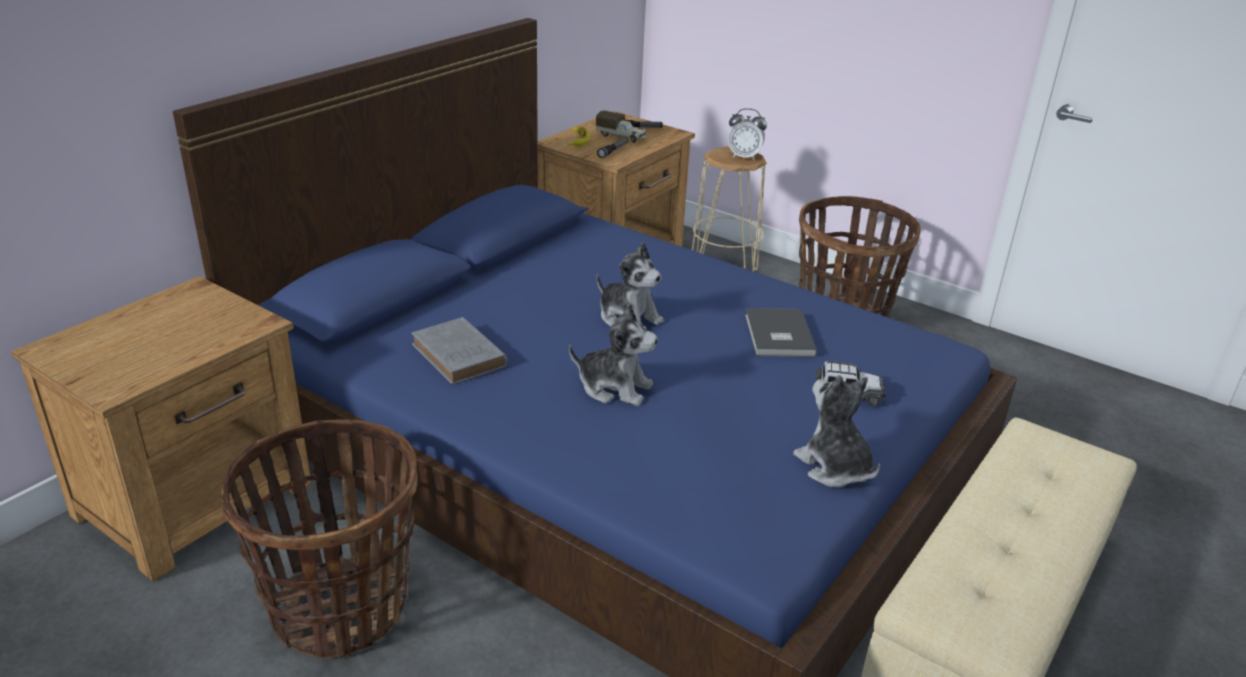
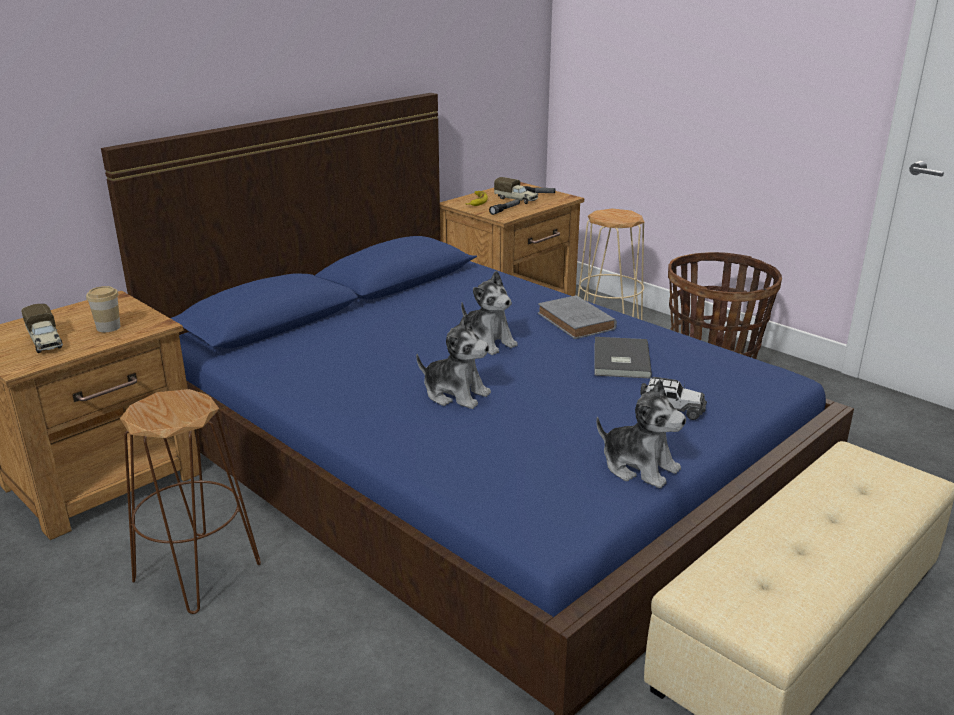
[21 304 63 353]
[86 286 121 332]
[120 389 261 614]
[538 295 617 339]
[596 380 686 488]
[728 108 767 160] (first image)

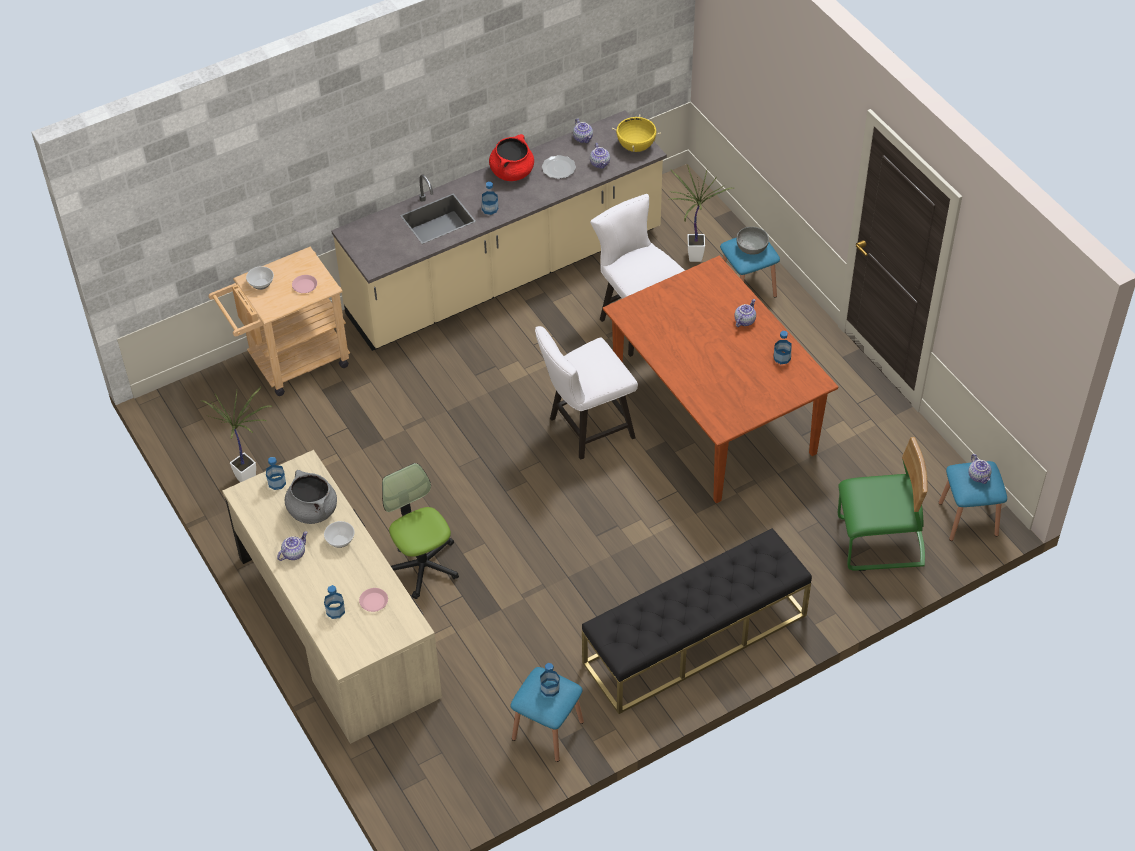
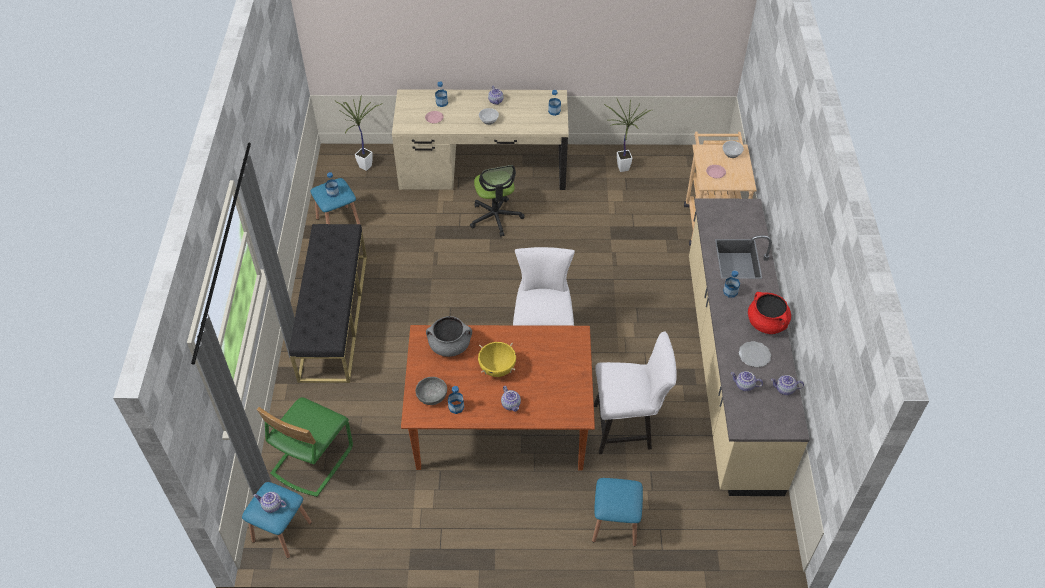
[335 95 381 171]
[415 377 447 405]
[426 316 472 357]
[470 165 525 237]
[478 342 516 377]

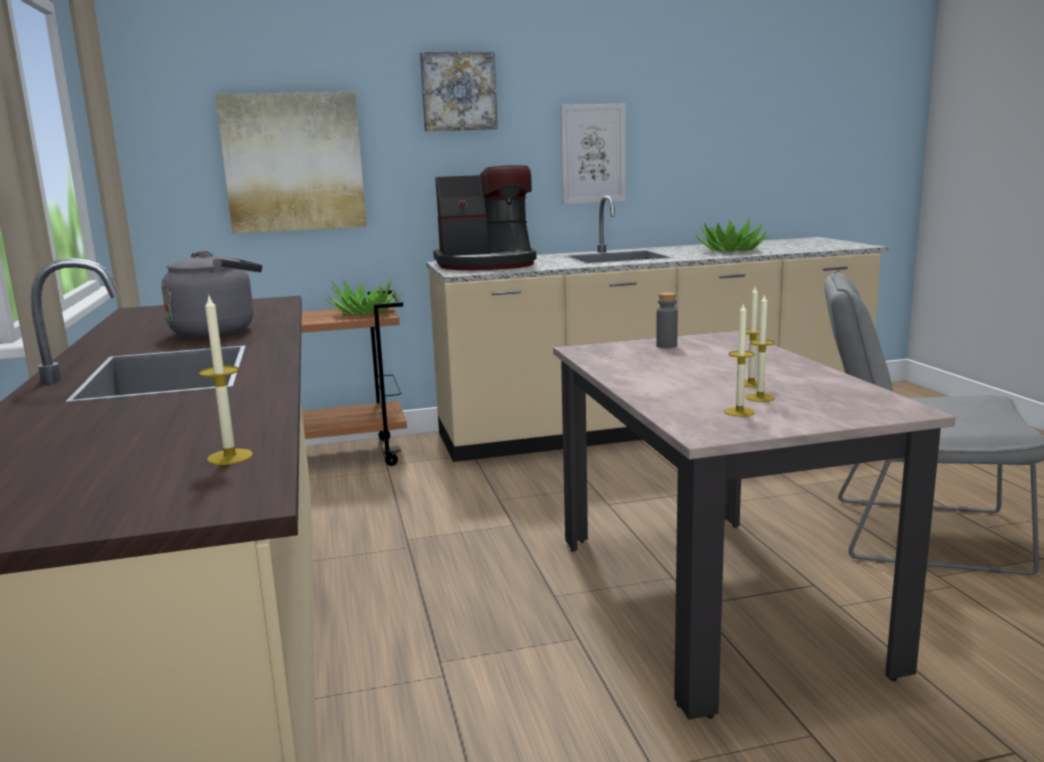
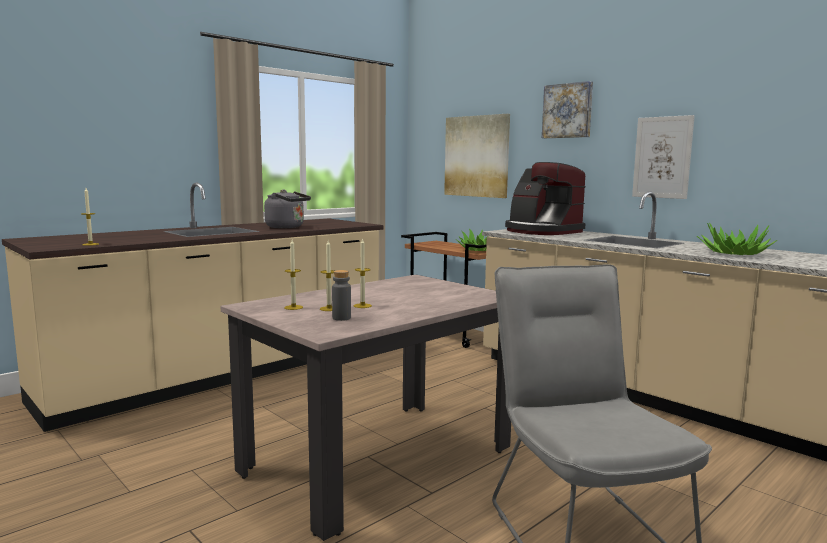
[332 270 351 321]

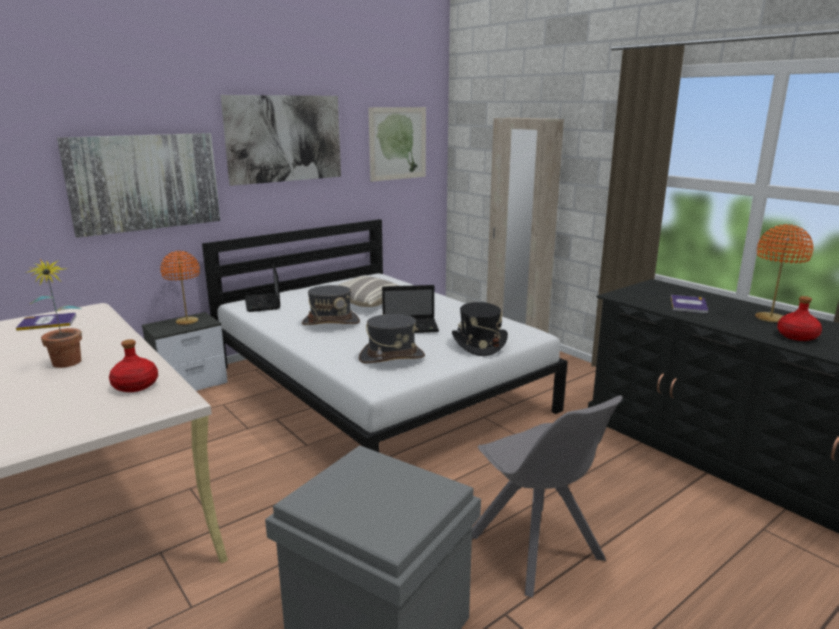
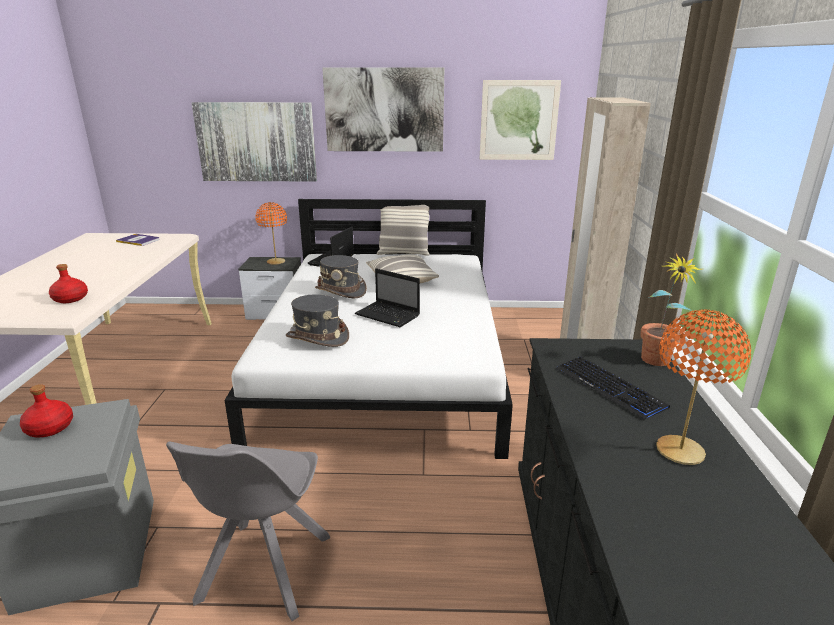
[20 384 73 437]
[377 205 430 256]
[556 356 670 420]
[640 253 702 366]
[452 302 508 356] (first image)

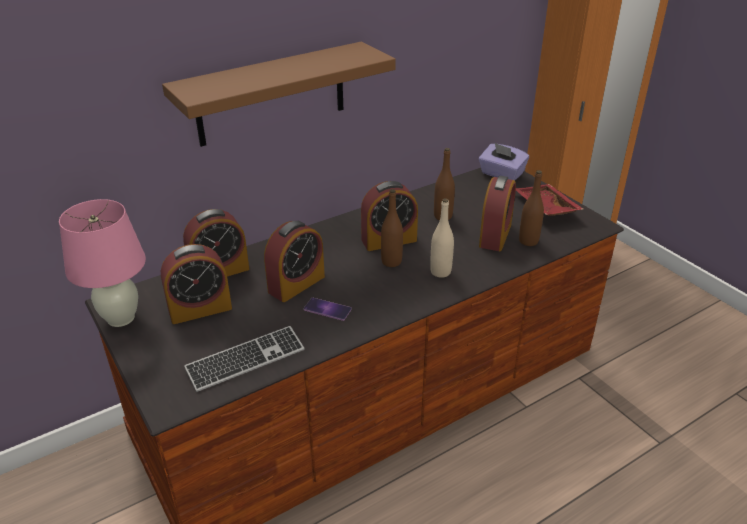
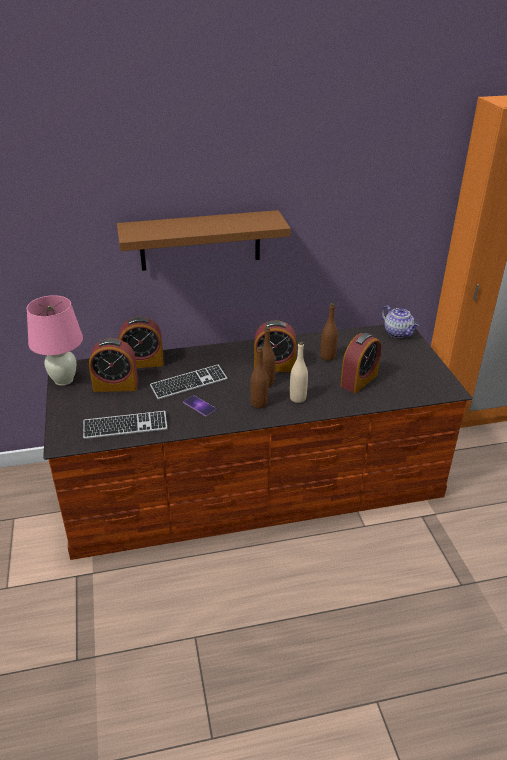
[150 365 227 399]
[251 347 269 408]
[381 305 419 338]
[516 184 583 216] (first image)

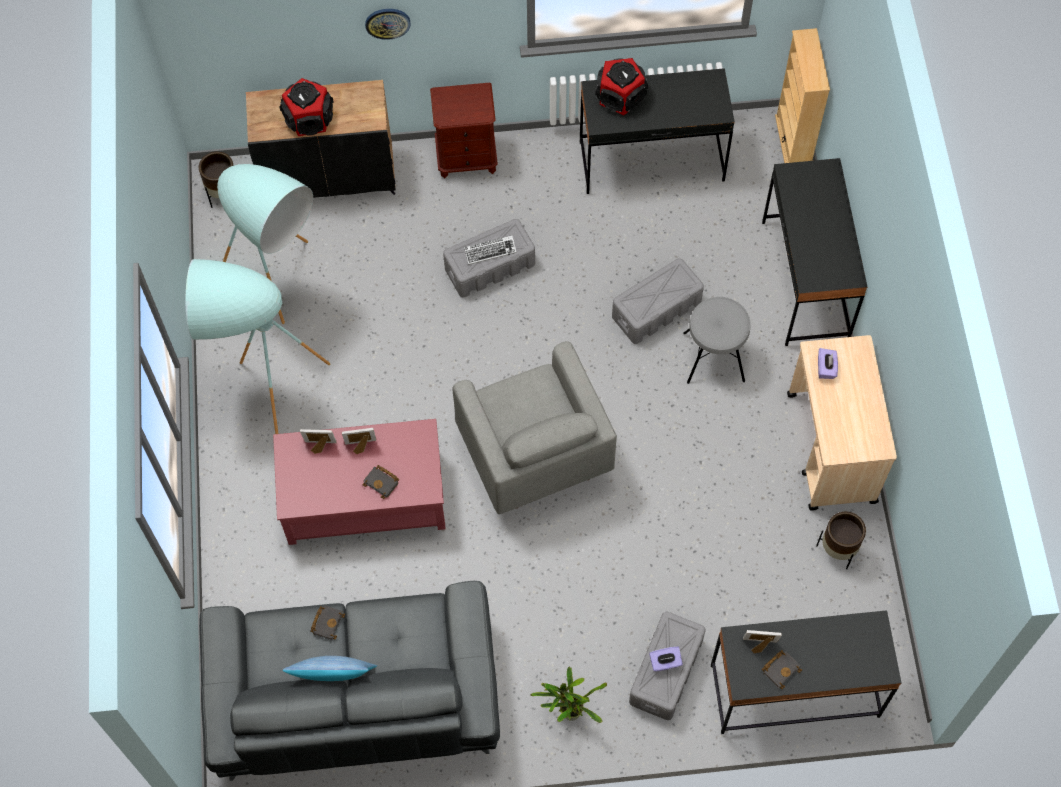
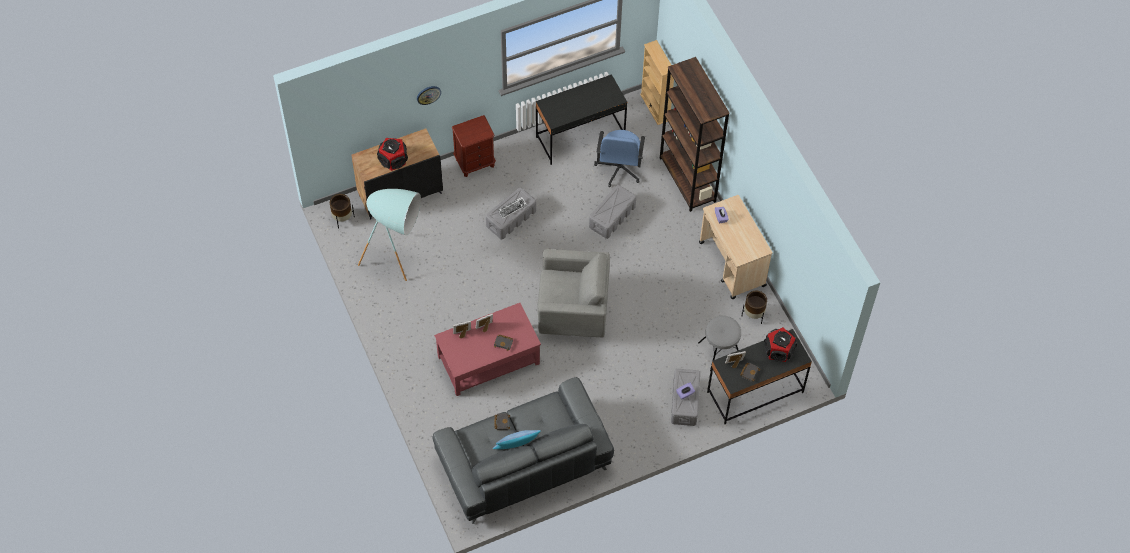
[537 249 610 337]
[594 130 645 187]
[660 57 730 212]
[698 316 741 371]
[764 327 797 362]
[186 259 330 434] (first image)
[531 667 607 723] (first image)

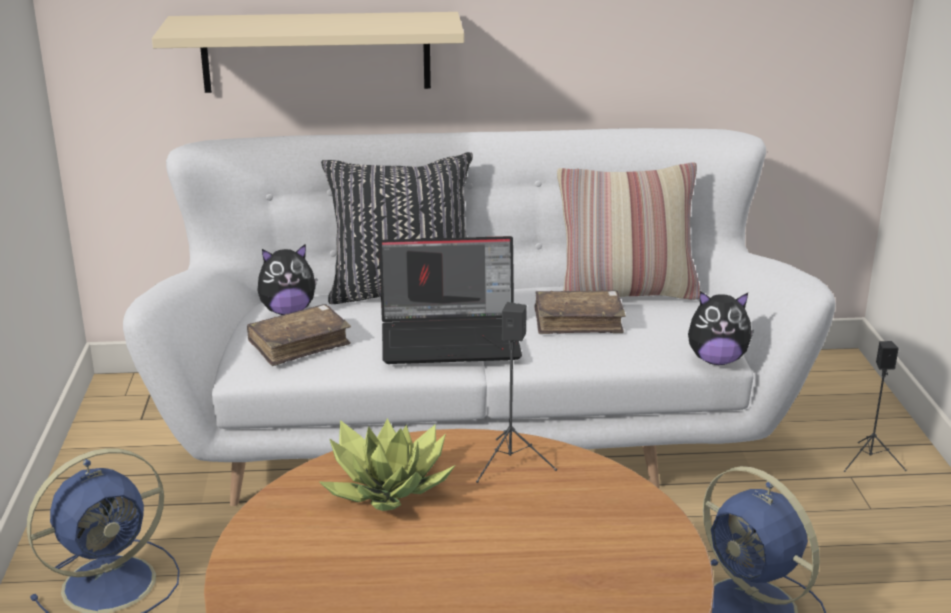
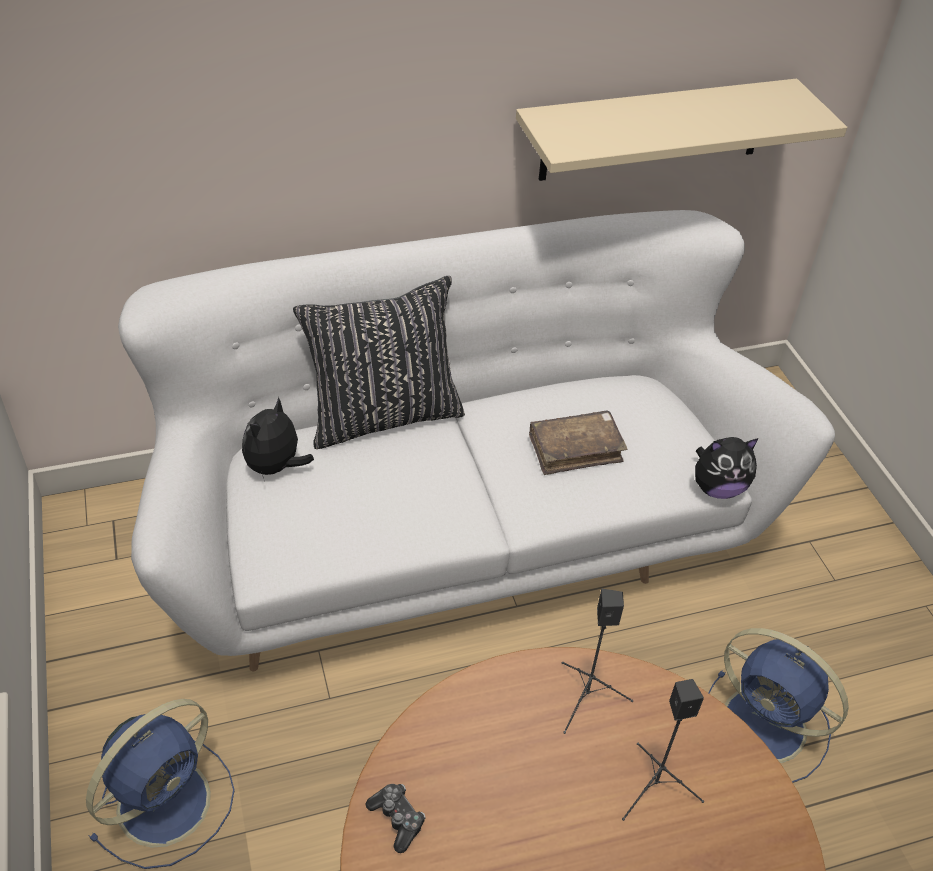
[242 397 314 481]
[365 784 426 853]
[516 79 847 181]
[622 679 704 821]
[247 304 351 366] (first image)
[319 418 456 511] (first image)
[379 236 522 364] (first image)
[557 162 700 300] (first image)

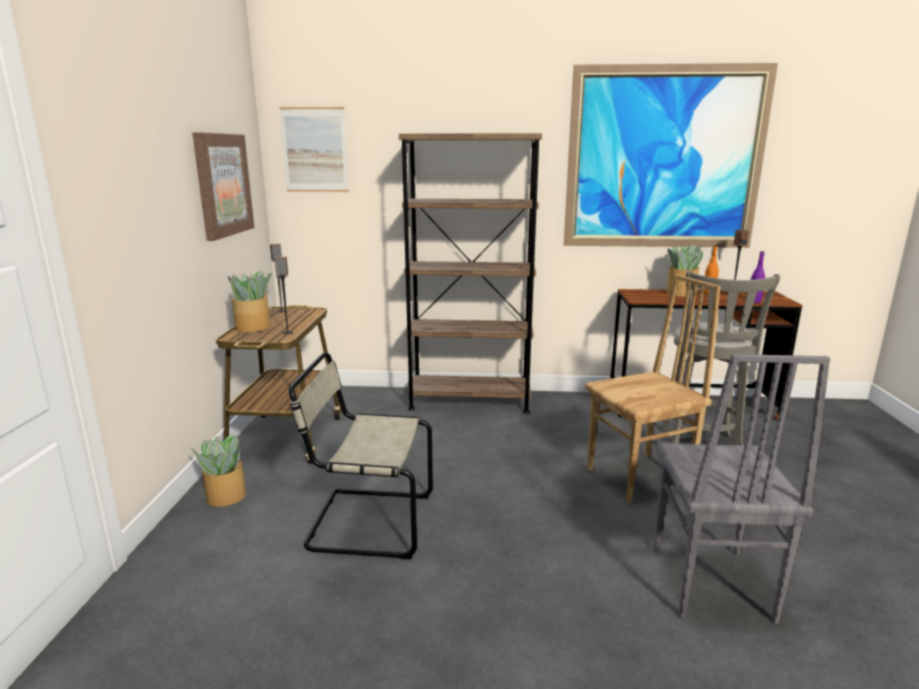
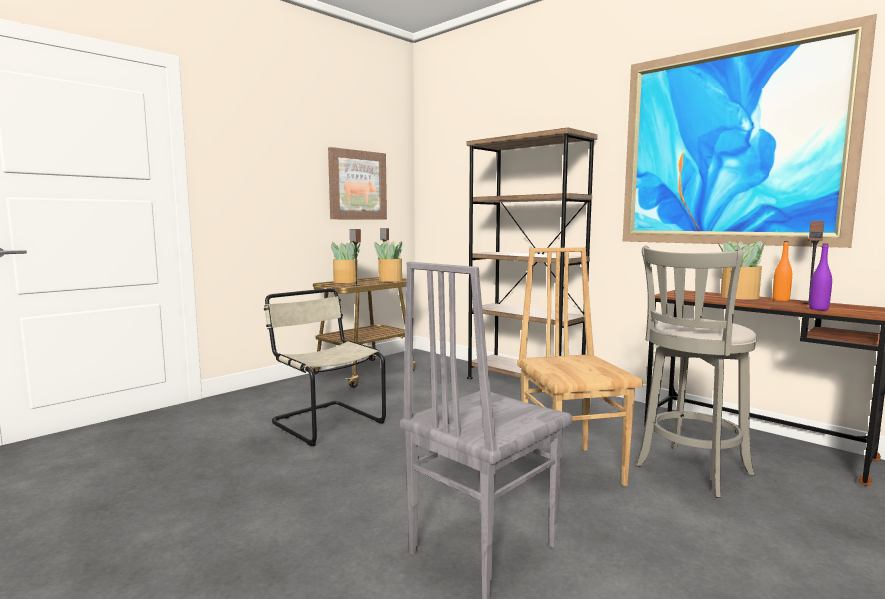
[374 241 404 282]
[517 247 643 486]
[279 107 349 192] (first image)

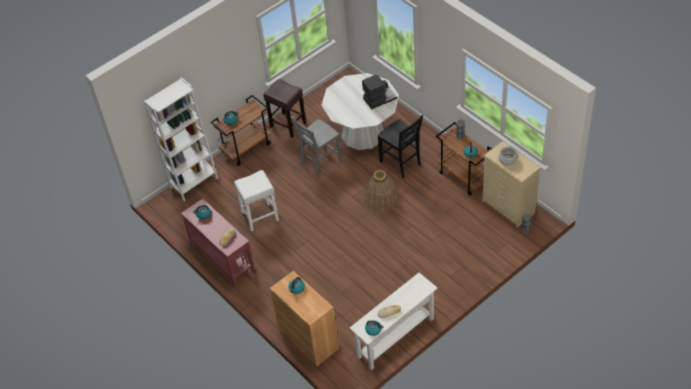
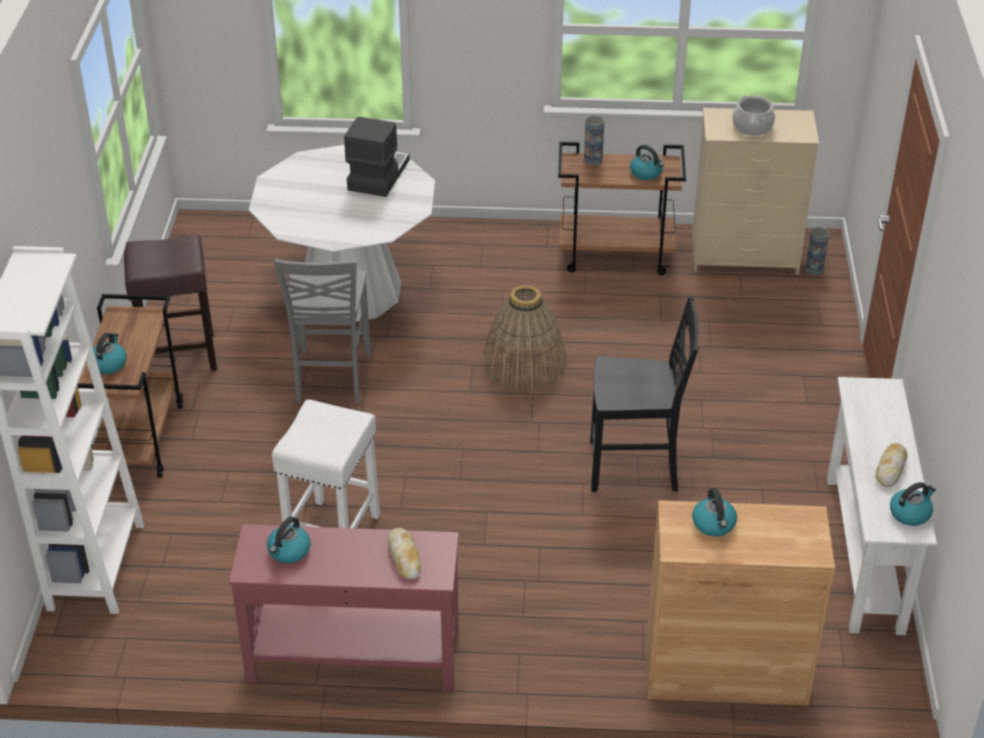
[590 297 699 492]

